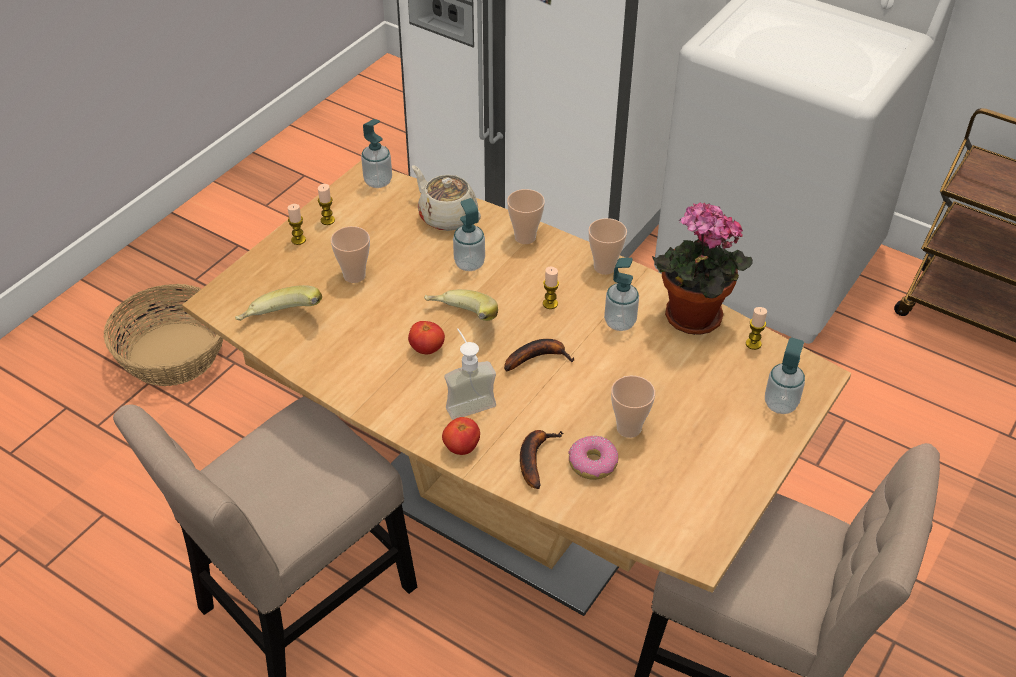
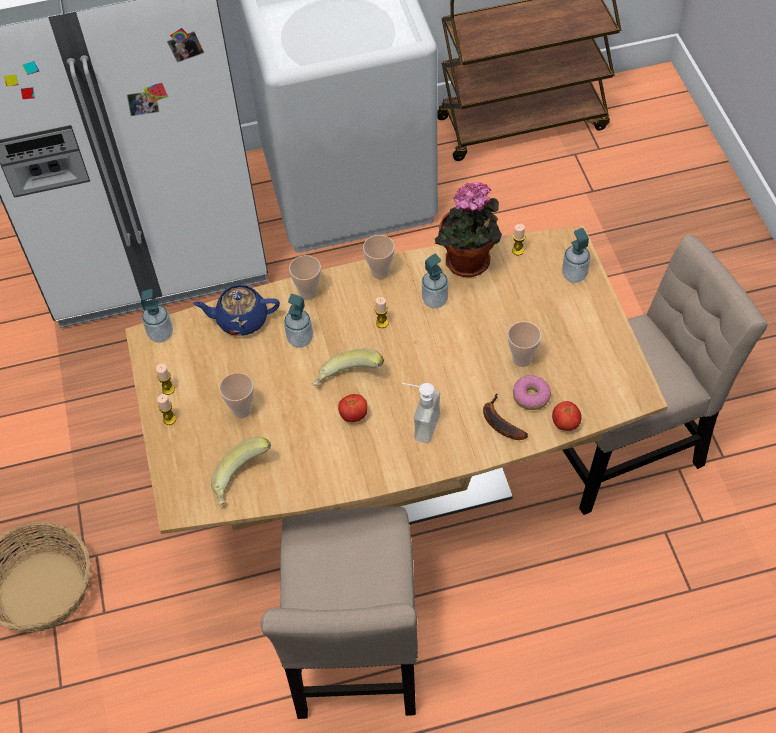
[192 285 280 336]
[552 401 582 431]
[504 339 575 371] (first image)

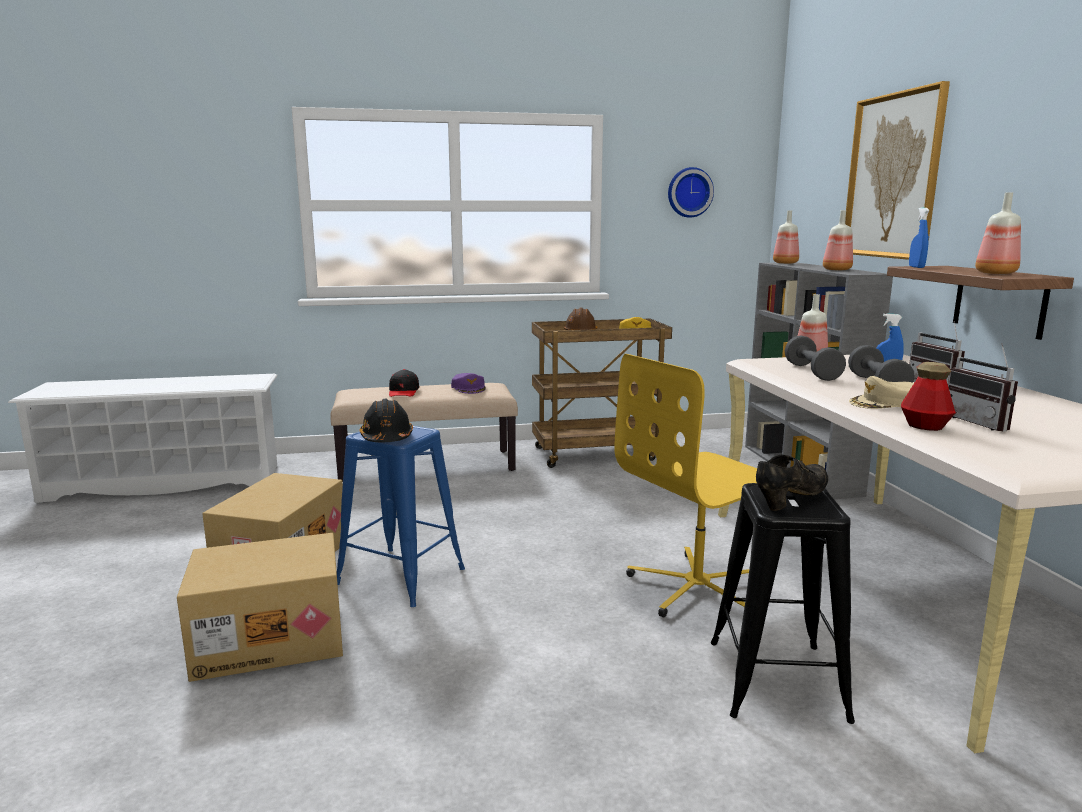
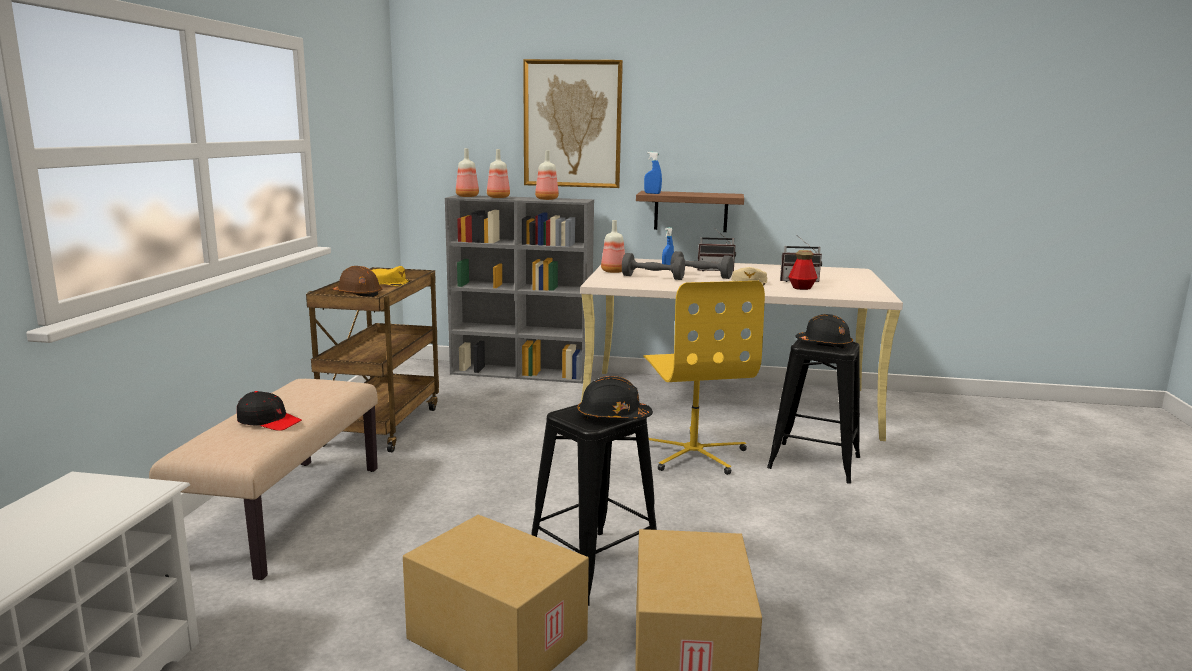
[487 149 510 198]
[531 404 657 606]
[795 314 853 349]
[451 373 486 394] (first image)
[668 167 714 218] (first image)

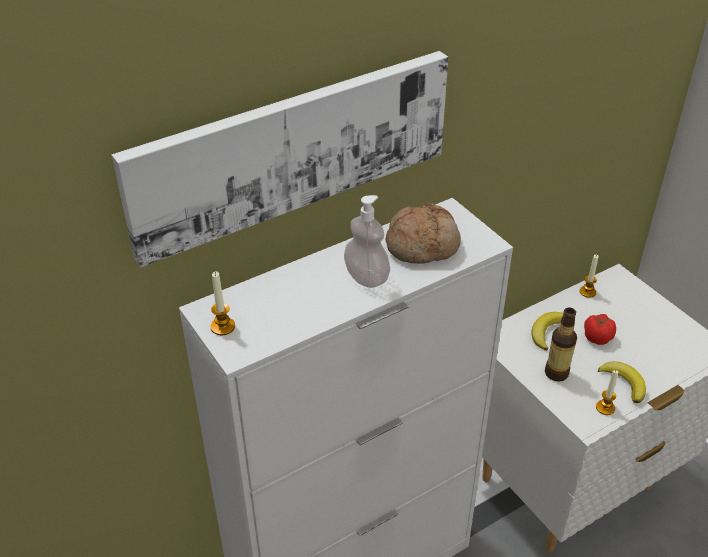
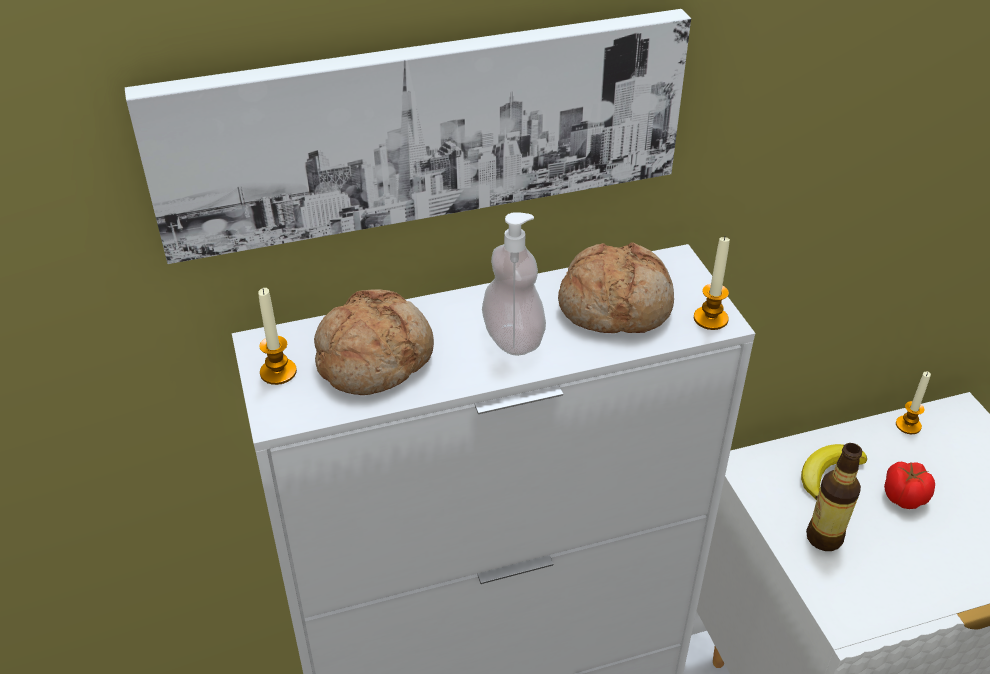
[314 289 434 395]
[694 237 730 330]
[598 361 646 403] (first image)

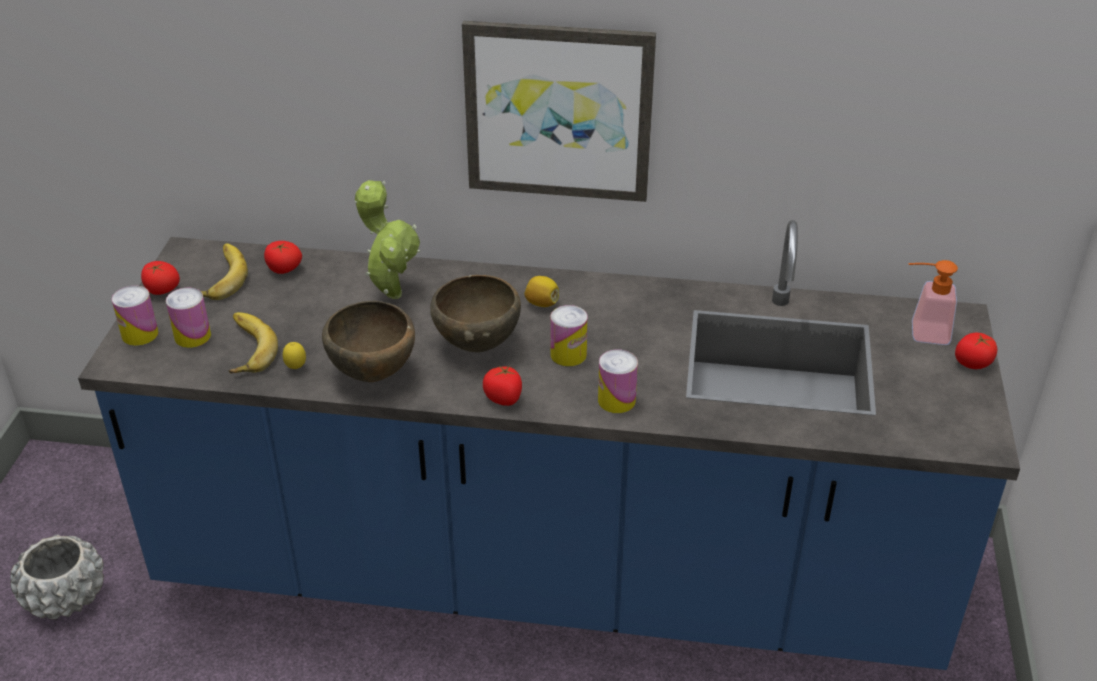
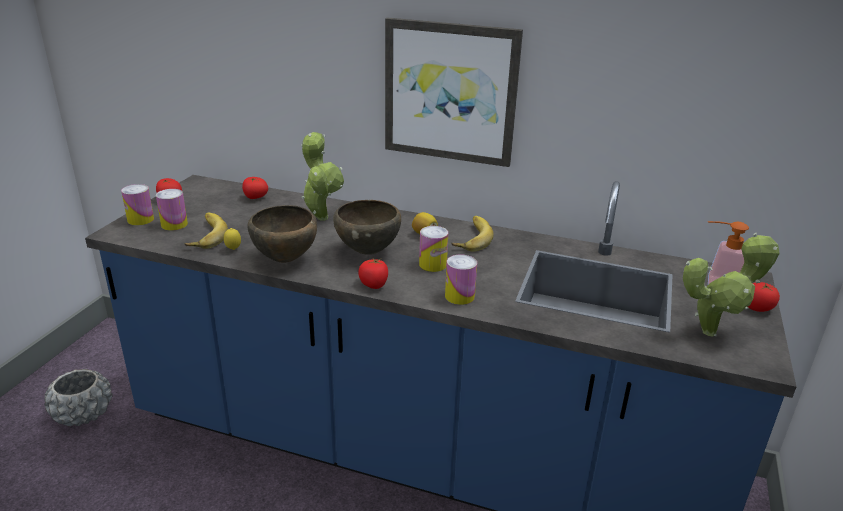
[451 216 494 252]
[683 232 780 337]

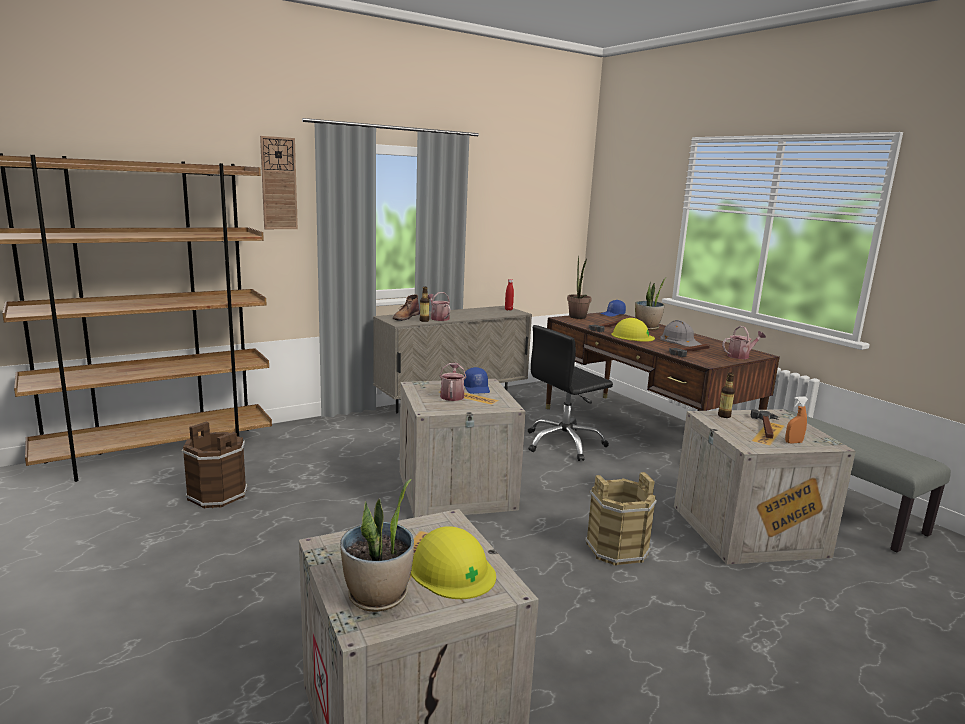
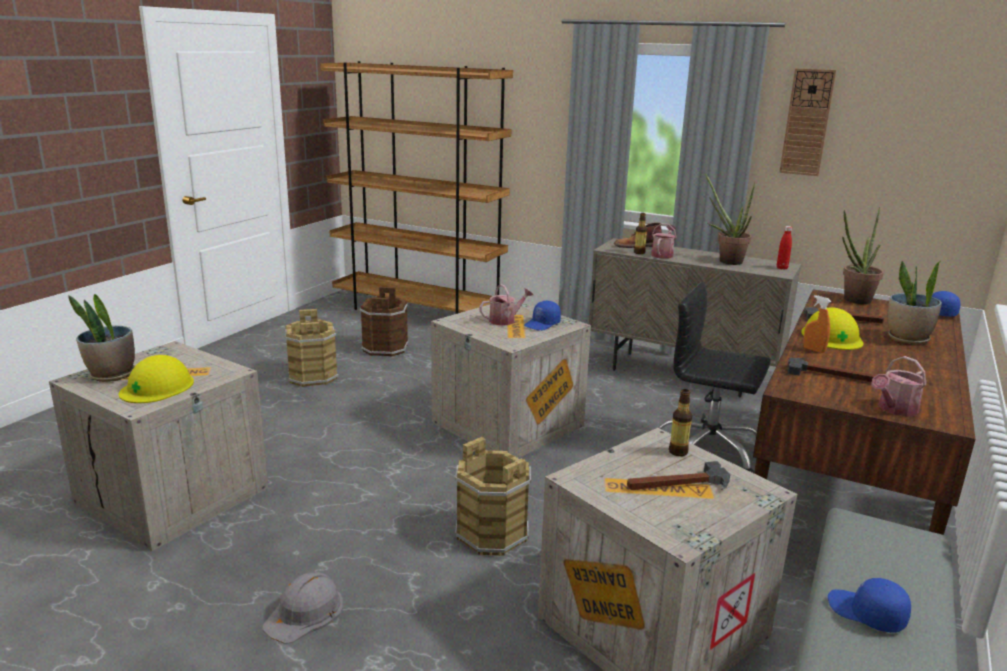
[262 572 343 644]
[285 309 339 387]
[705 174 755 265]
[779 68 837 176]
[803 295 831 353]
[828 578 911 633]
[871 356 926 416]

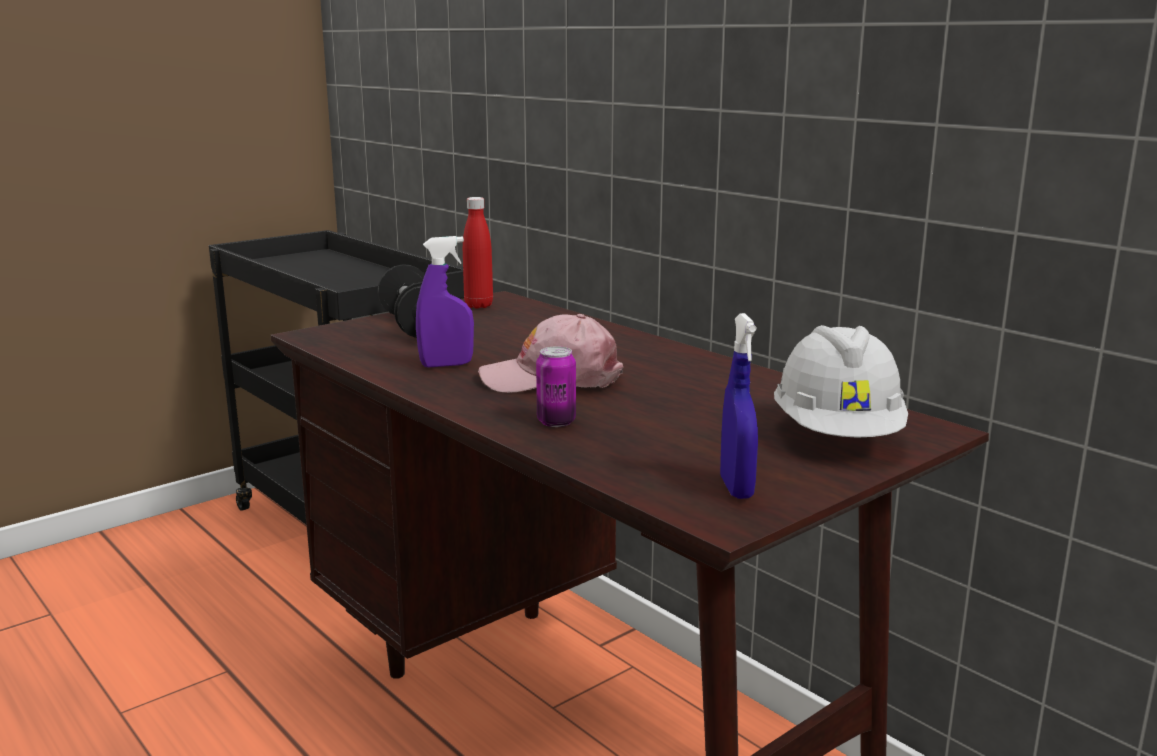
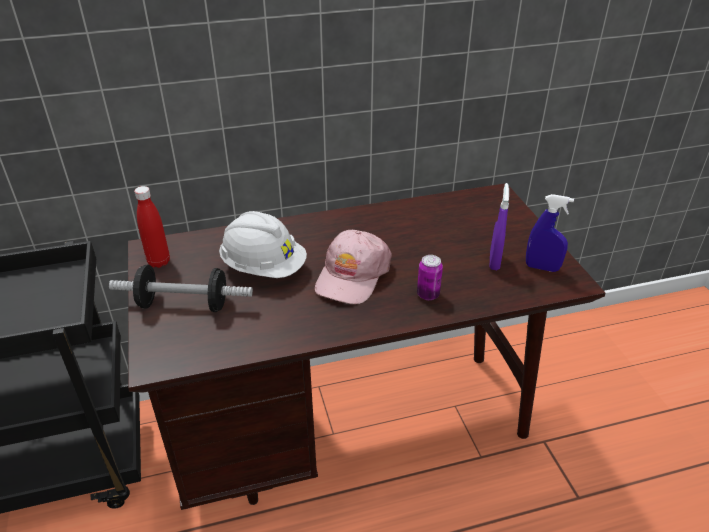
[219 211 307 278]
[490 183 509 270]

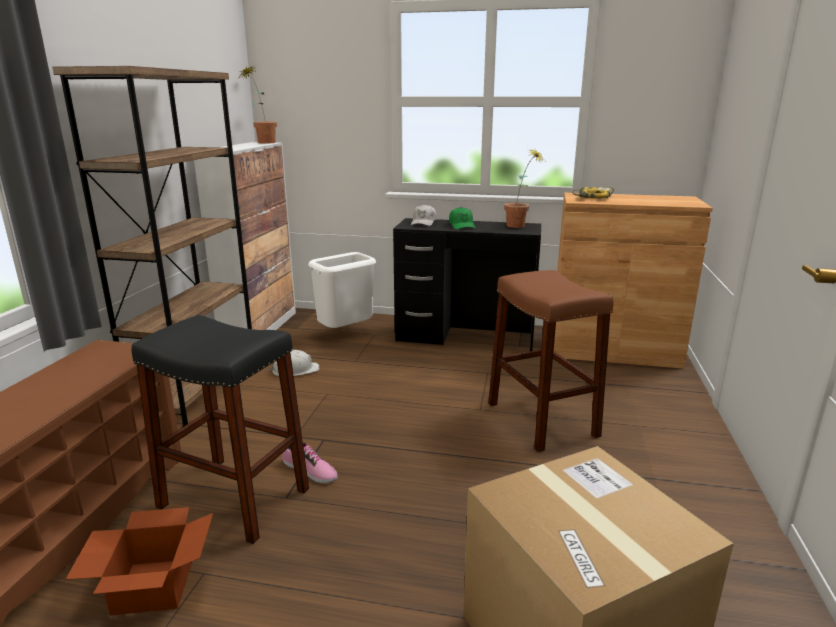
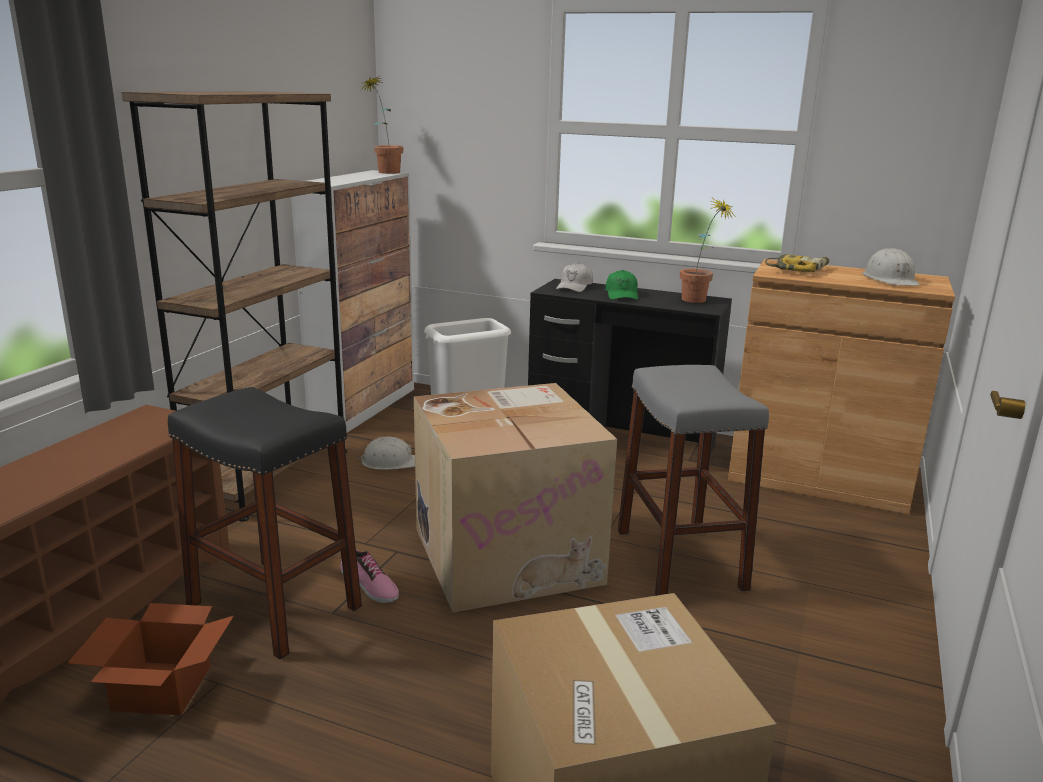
[414 383 617 612]
[618 365 769 596]
[863 248 919 286]

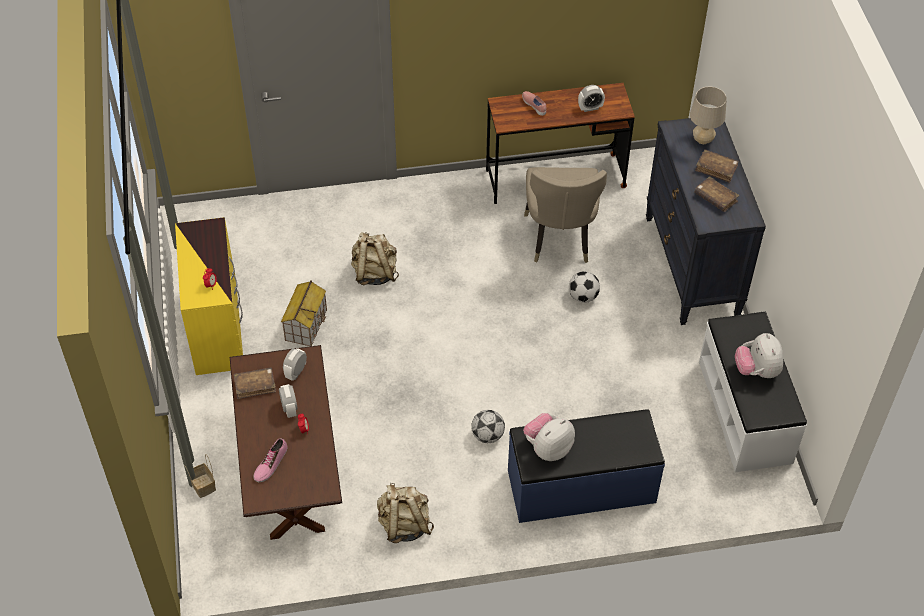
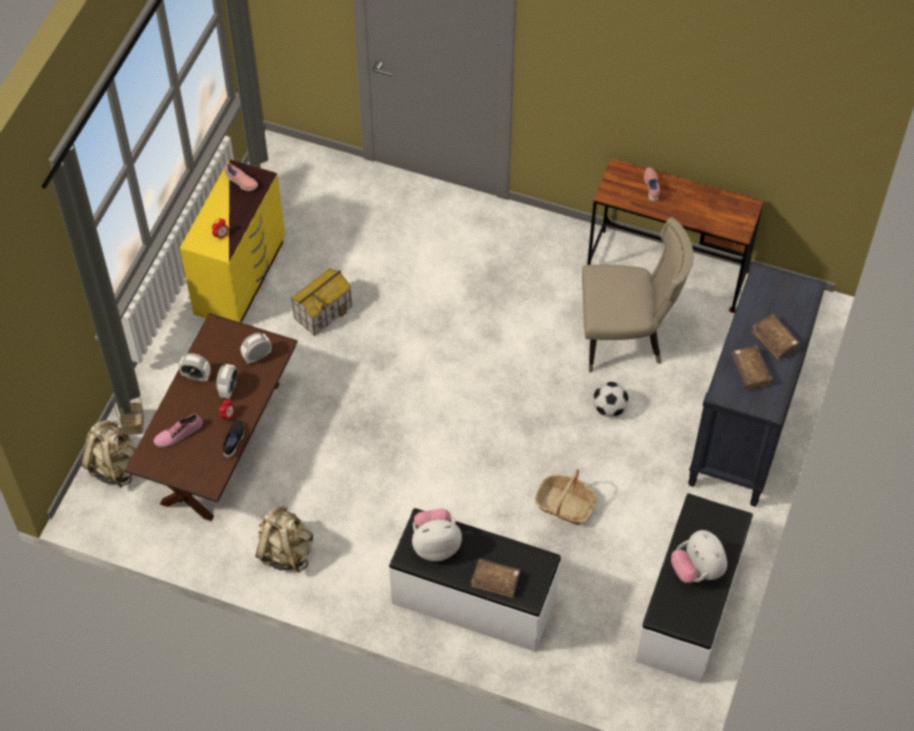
[81 420 137 488]
[179 353 211 382]
[223 419 244 457]
[224 163 258 191]
[389 508 562 652]
[471 558 520 598]
[535 469 597 525]
[582 217 693 372]
[671 530 727 583]
[471 410 505 443] (first image)
[690 87 727 144] (first image)

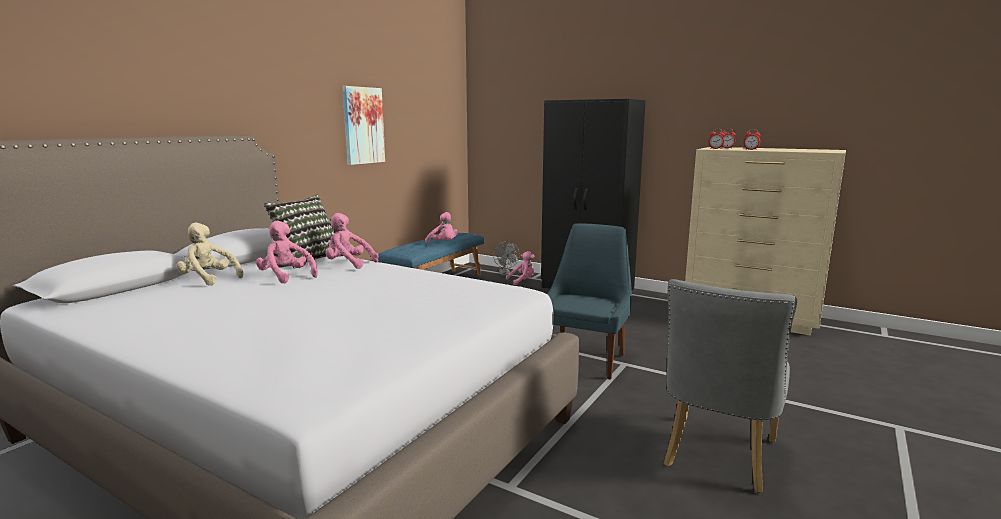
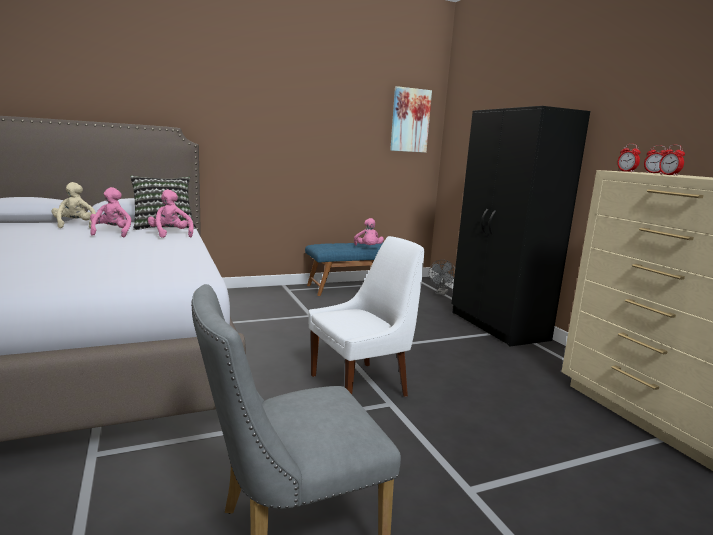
[309 236 424 397]
[390 86 432 153]
[506 251 535 285] (first image)

